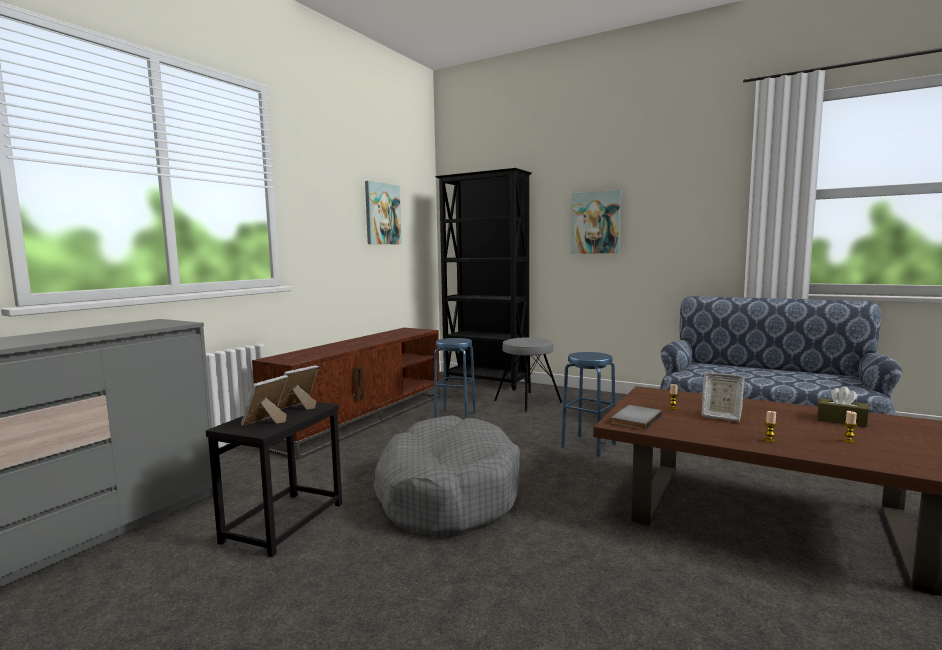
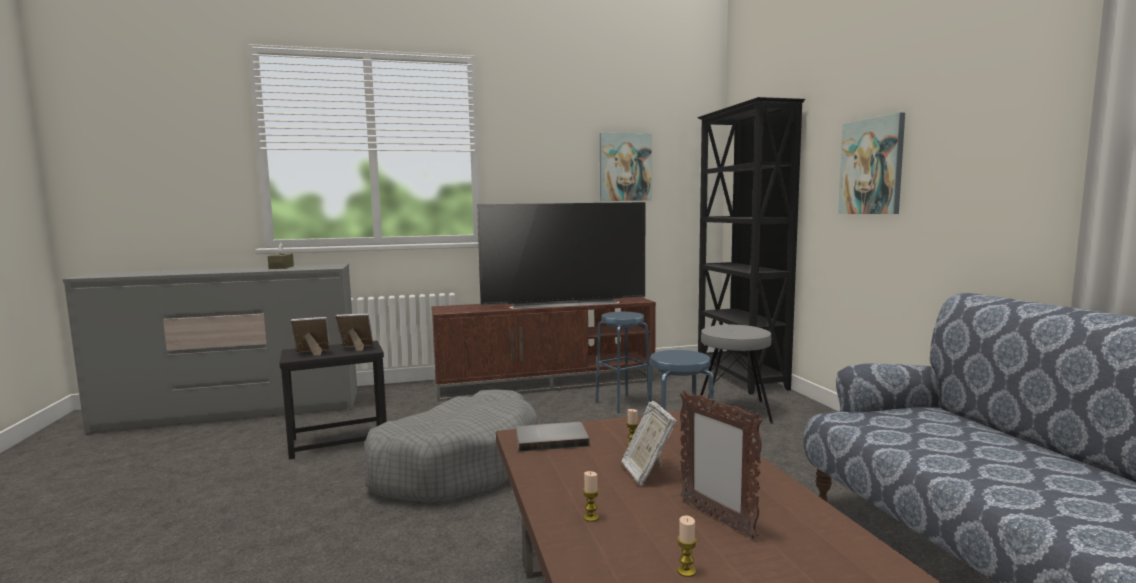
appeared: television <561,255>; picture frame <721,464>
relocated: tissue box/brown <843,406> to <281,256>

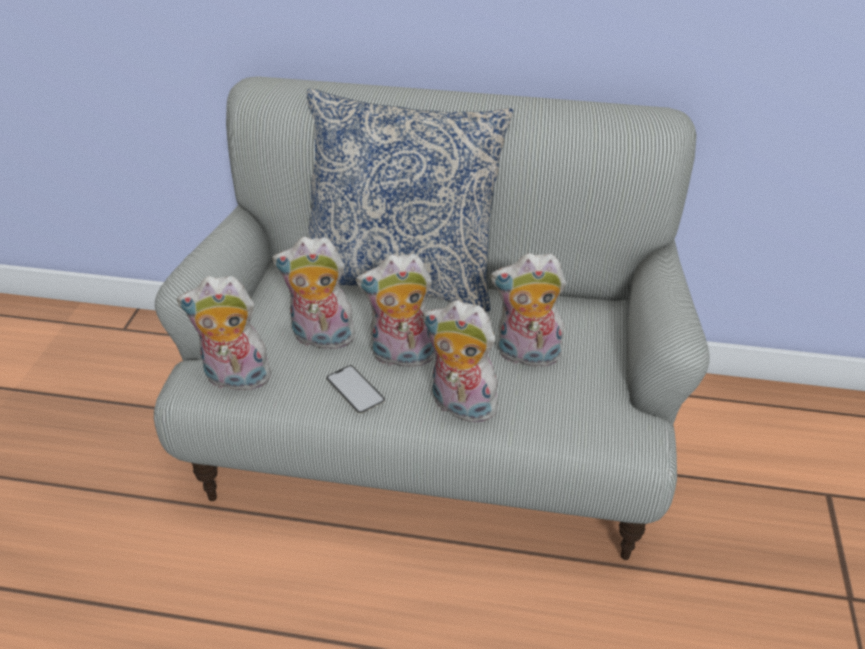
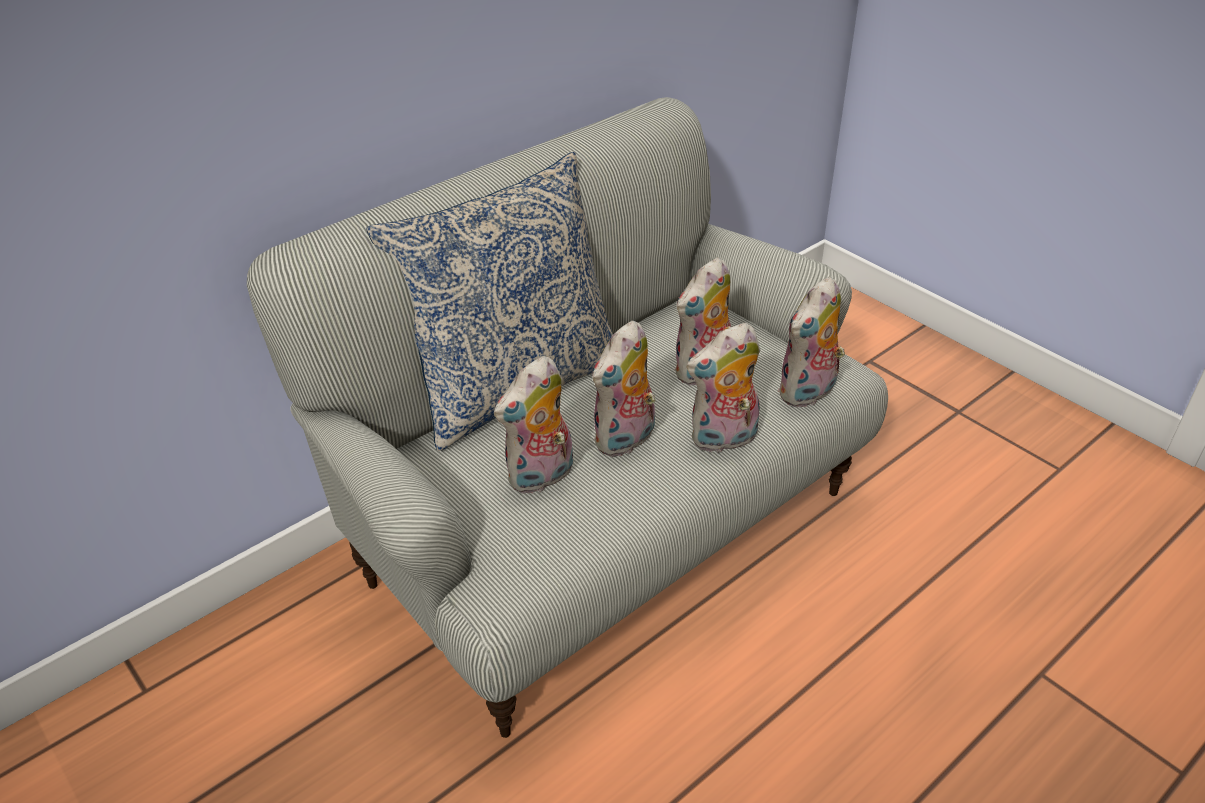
missing: phone <355,389>
relocated: plush toy <225,333> to <811,342>

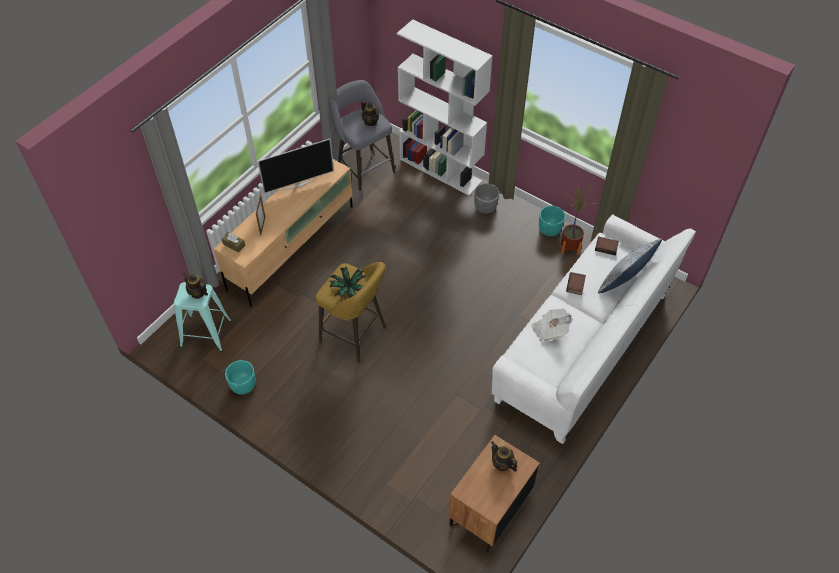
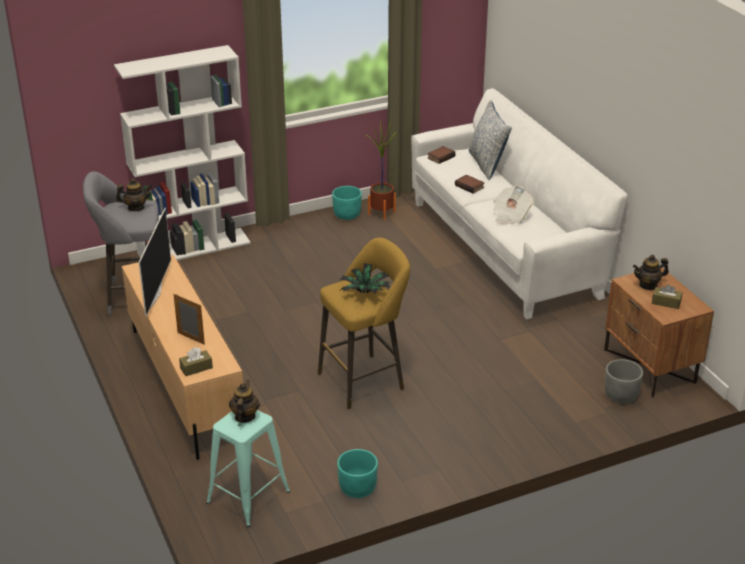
appeared: tissue box/brown <667,296>
relocated: planter/grey <486,198> to <624,381>
spun: teapot <195,286> = <244,401> 120 degrees clockwise

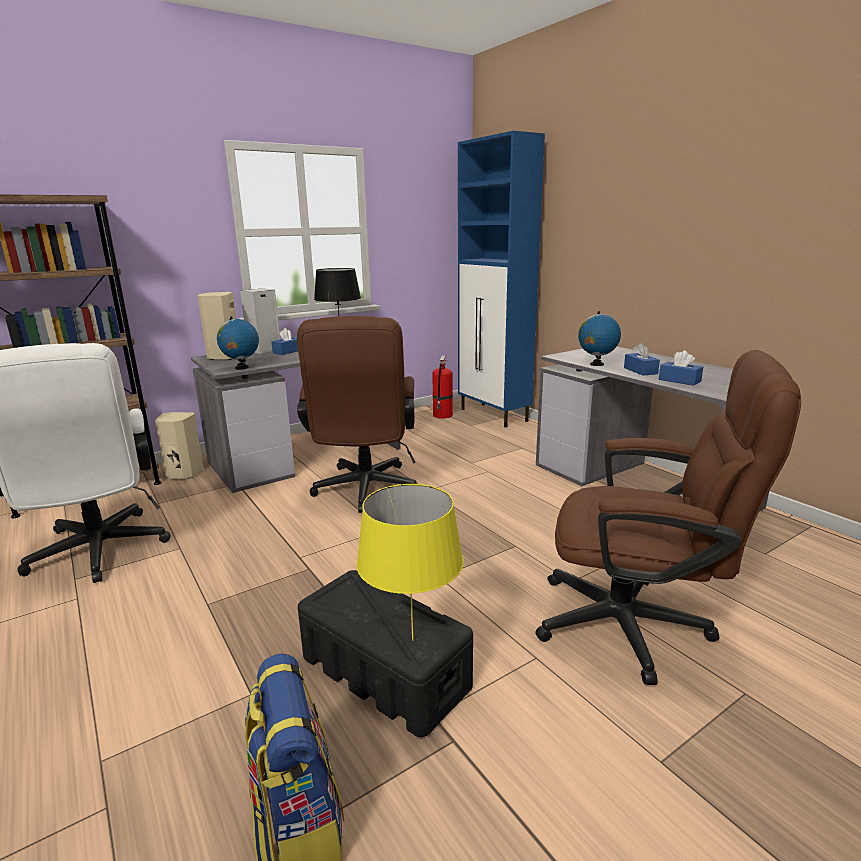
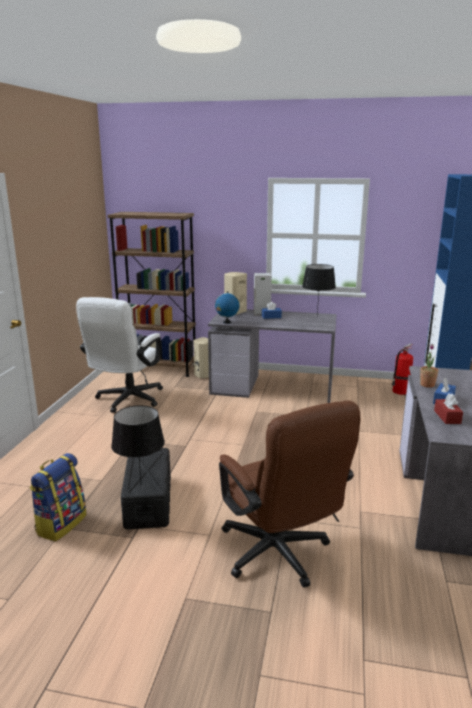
missing: office chair/brown <356,414>
exchanged: globe <599,338> to potted plant <429,366>
colour: table lamp/yellow <410,562> to table lamp/black <138,443>; tissue box/blue <681,368> to tissue box/red <448,408>

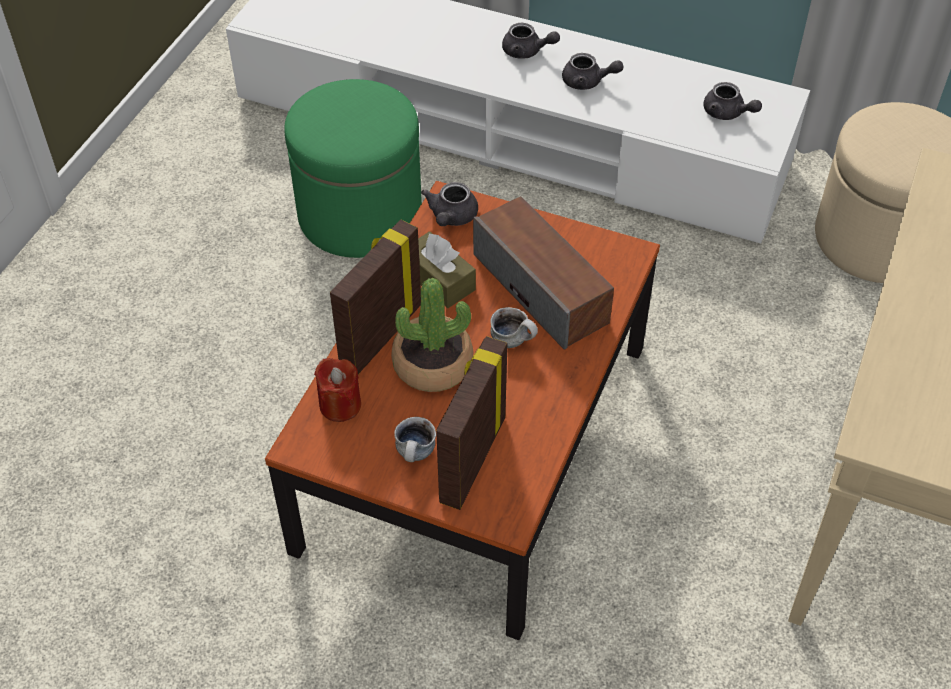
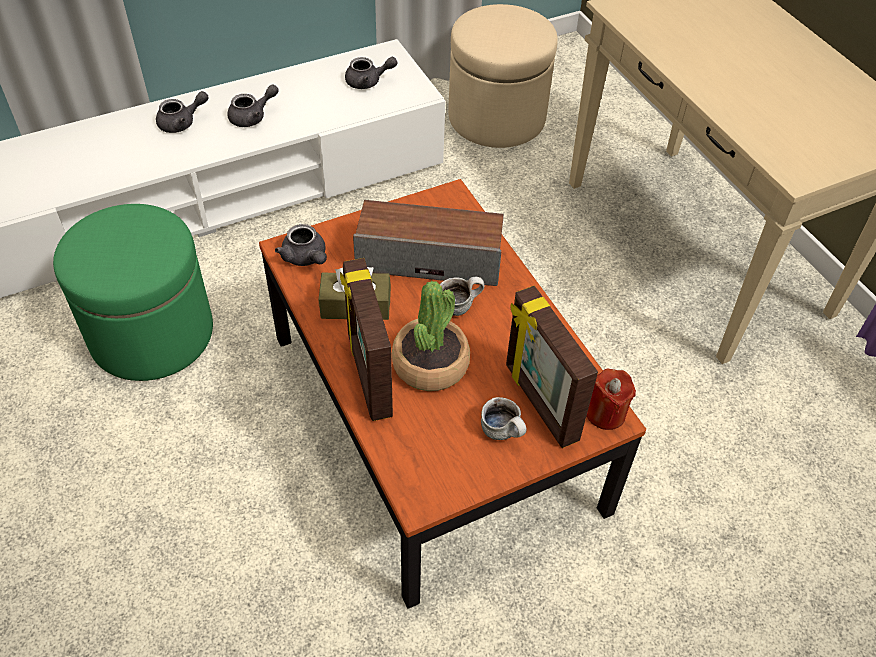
relocated: candle/red <337,390> to <611,399>

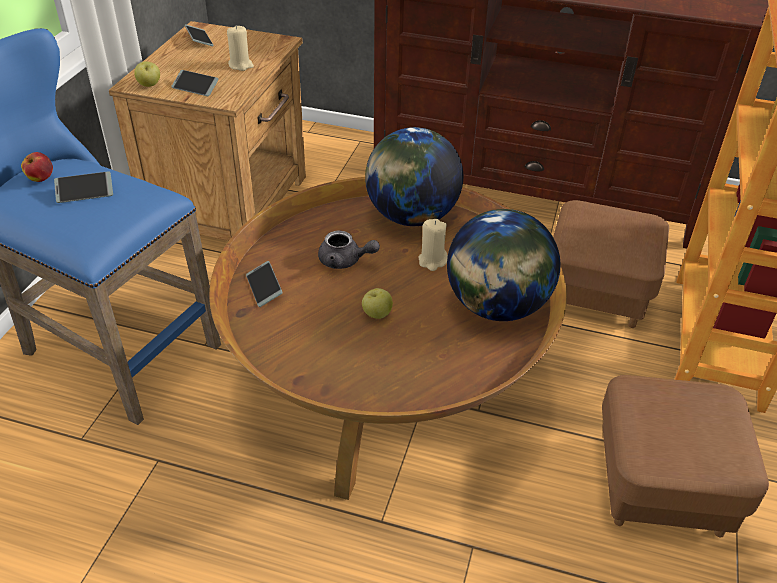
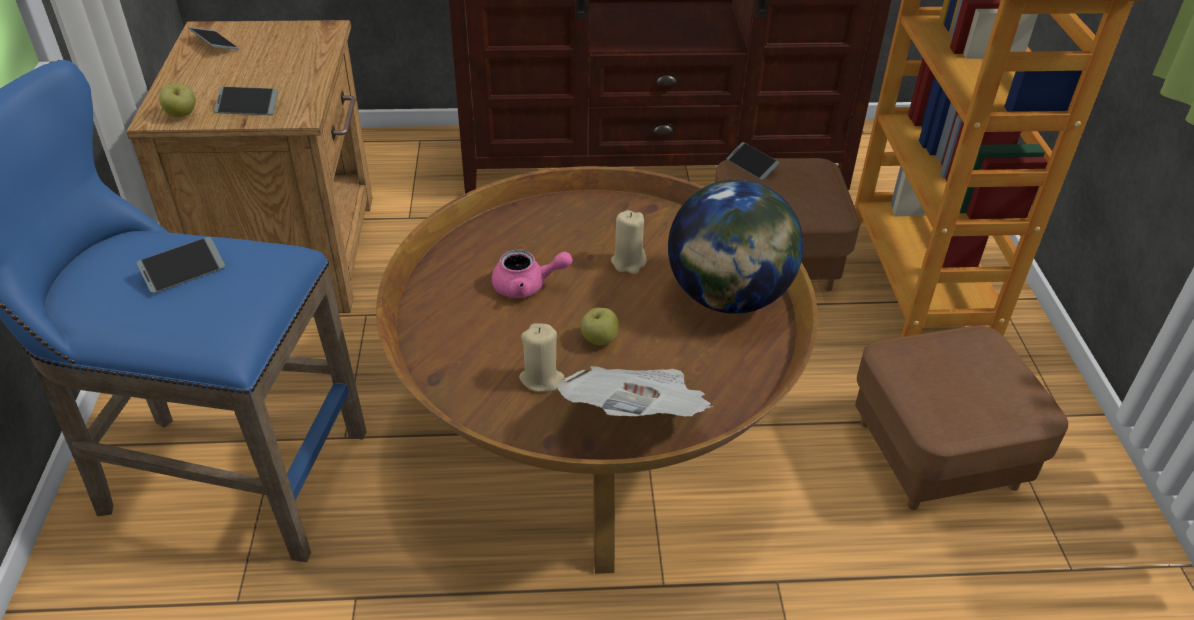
missing: apple <37,167>; globe <414,176>
appeared: newspaper <635,391>
relocated: candle/beige <240,48> to <541,357>; phone <264,284> to <752,161>
colour: teapot/grey <349,250> to teapot/pink <532,273>

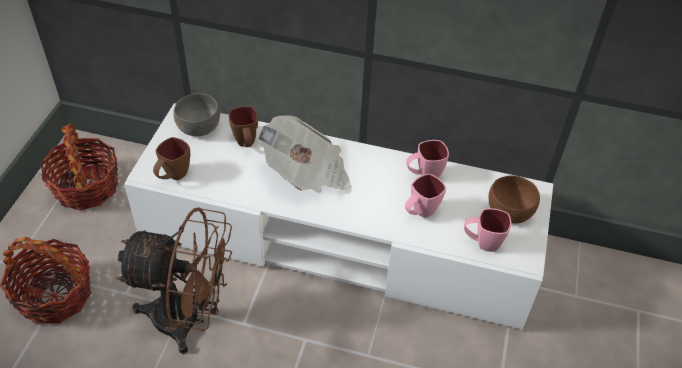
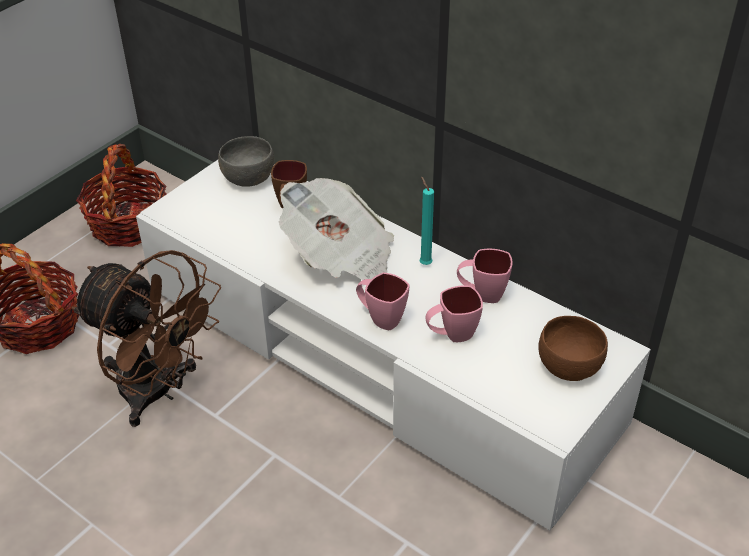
missing: mug/brown <171,158>
appeared: candle/turquoise <426,221>
relocated: mug/pink <487,230> to <382,301>

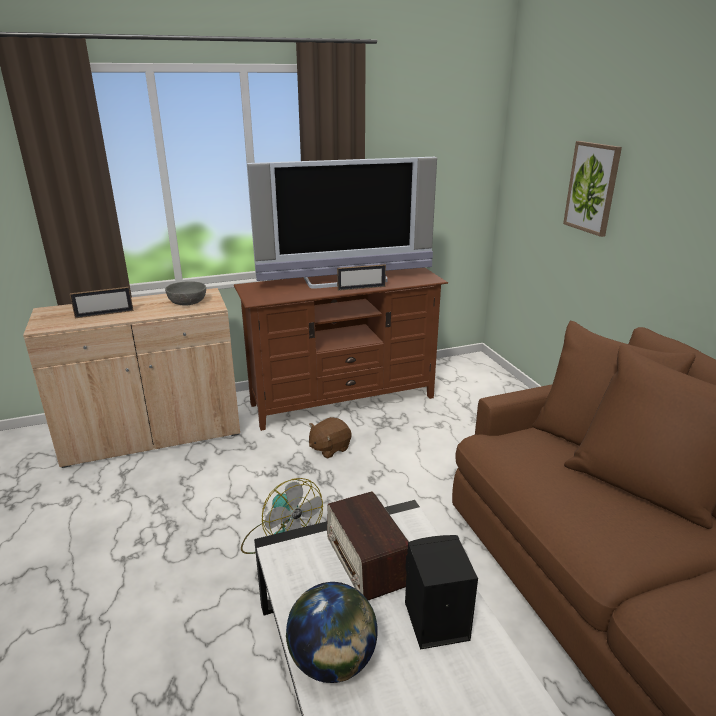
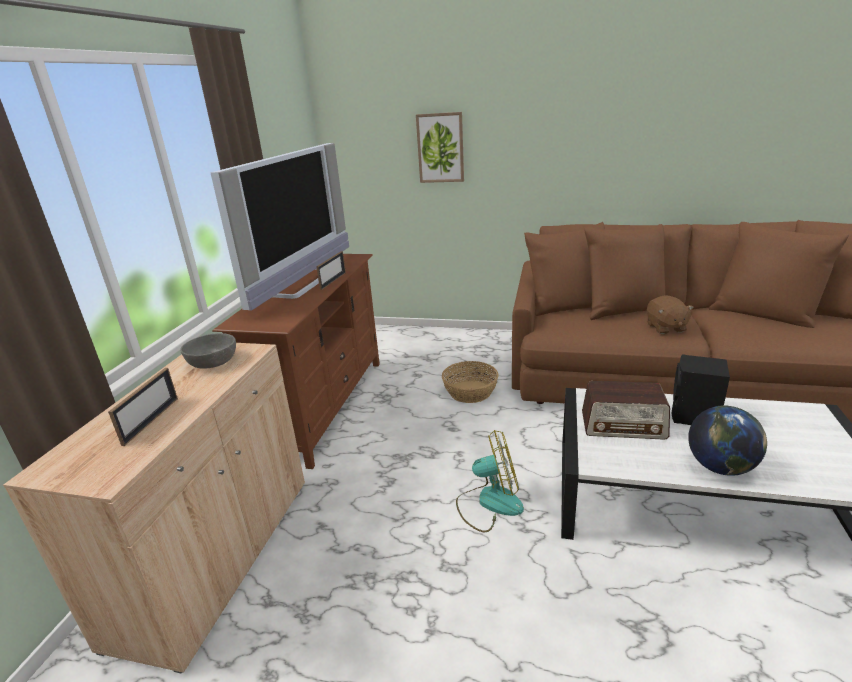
appeared: basket <470,382>
relocated: plush toy/brown <330,437> to <670,314>

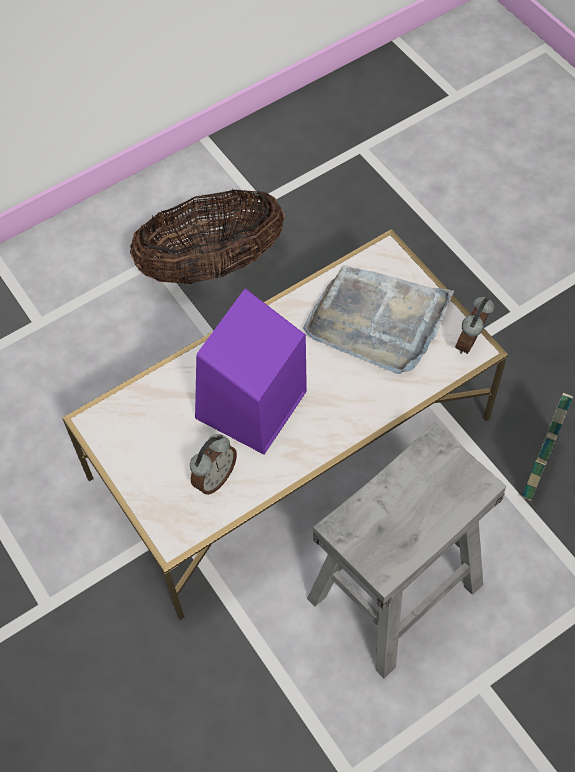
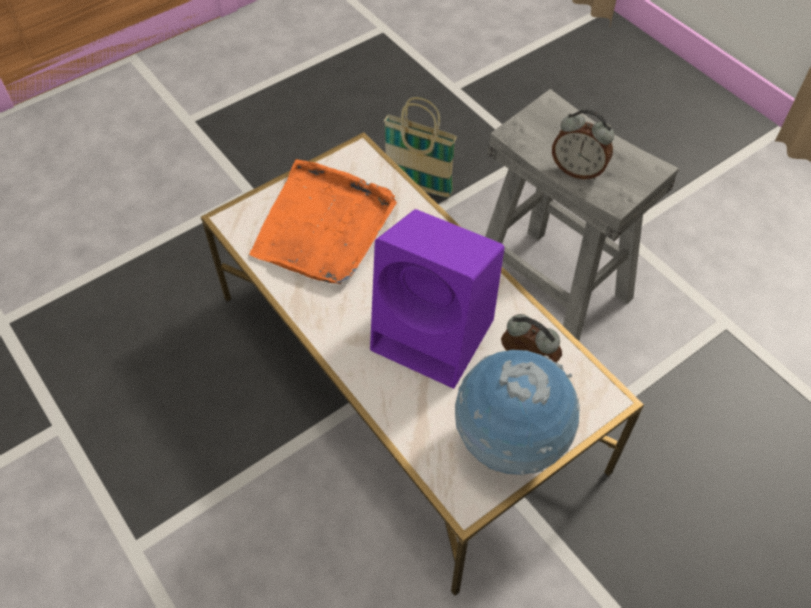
missing: basket <207,236>
appeared: globe <517,413>
relocated: alarm clock <474,325> to <583,144>
colour: tray/grey <378,319> to tray/orange <323,221>

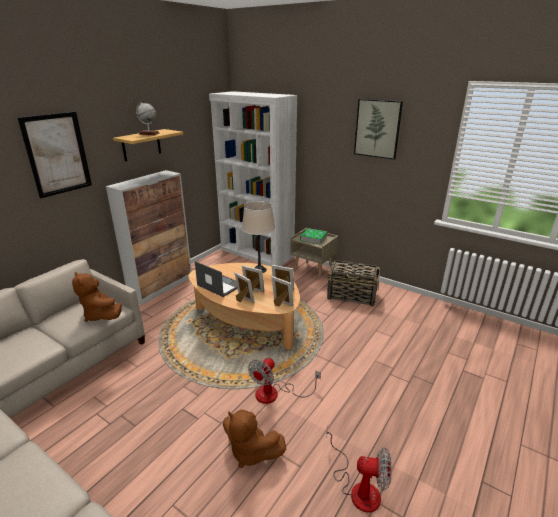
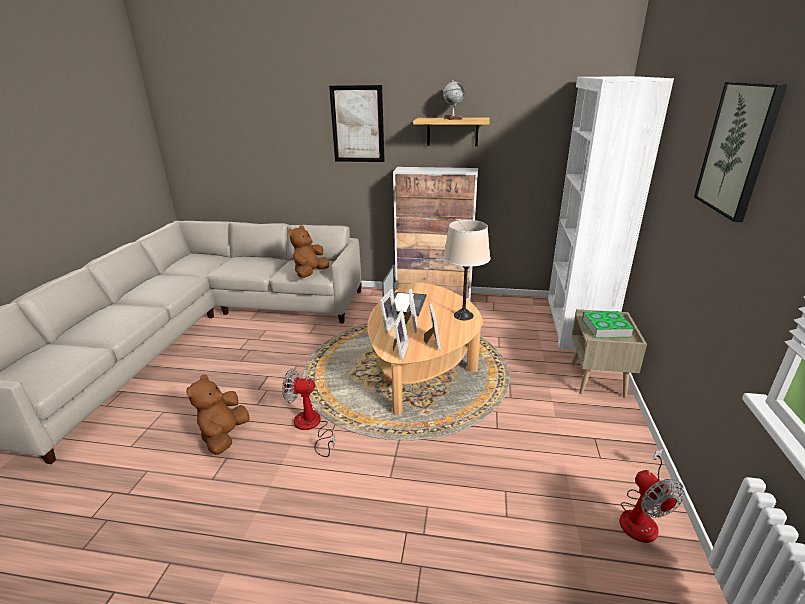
missing: basket <353,283>
relocated: fan <359,472> to <652,496>

